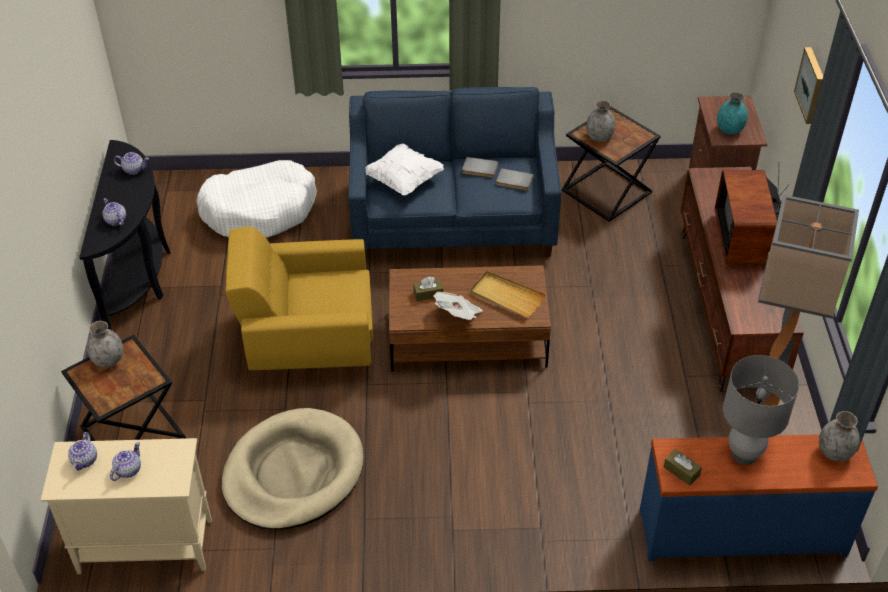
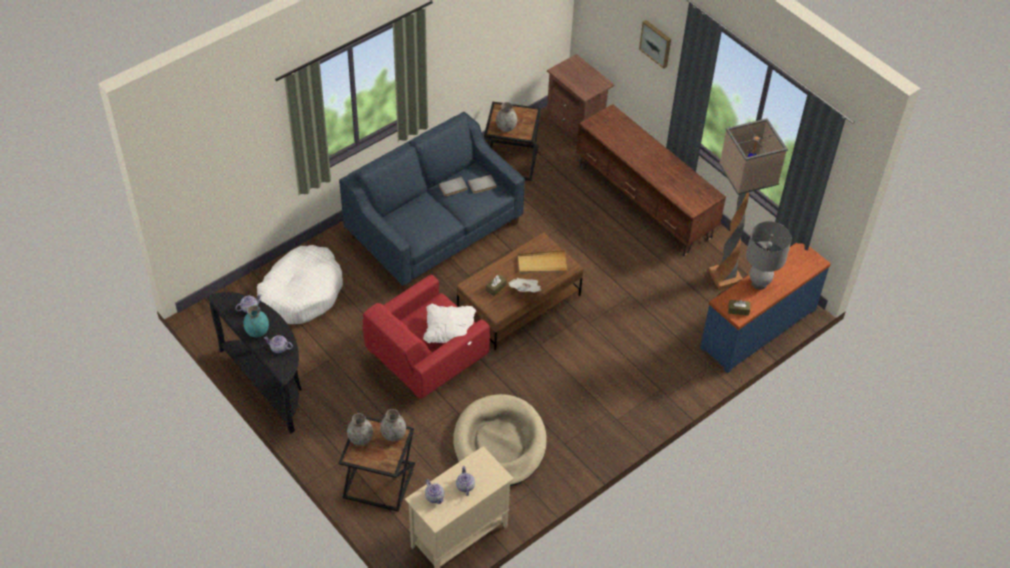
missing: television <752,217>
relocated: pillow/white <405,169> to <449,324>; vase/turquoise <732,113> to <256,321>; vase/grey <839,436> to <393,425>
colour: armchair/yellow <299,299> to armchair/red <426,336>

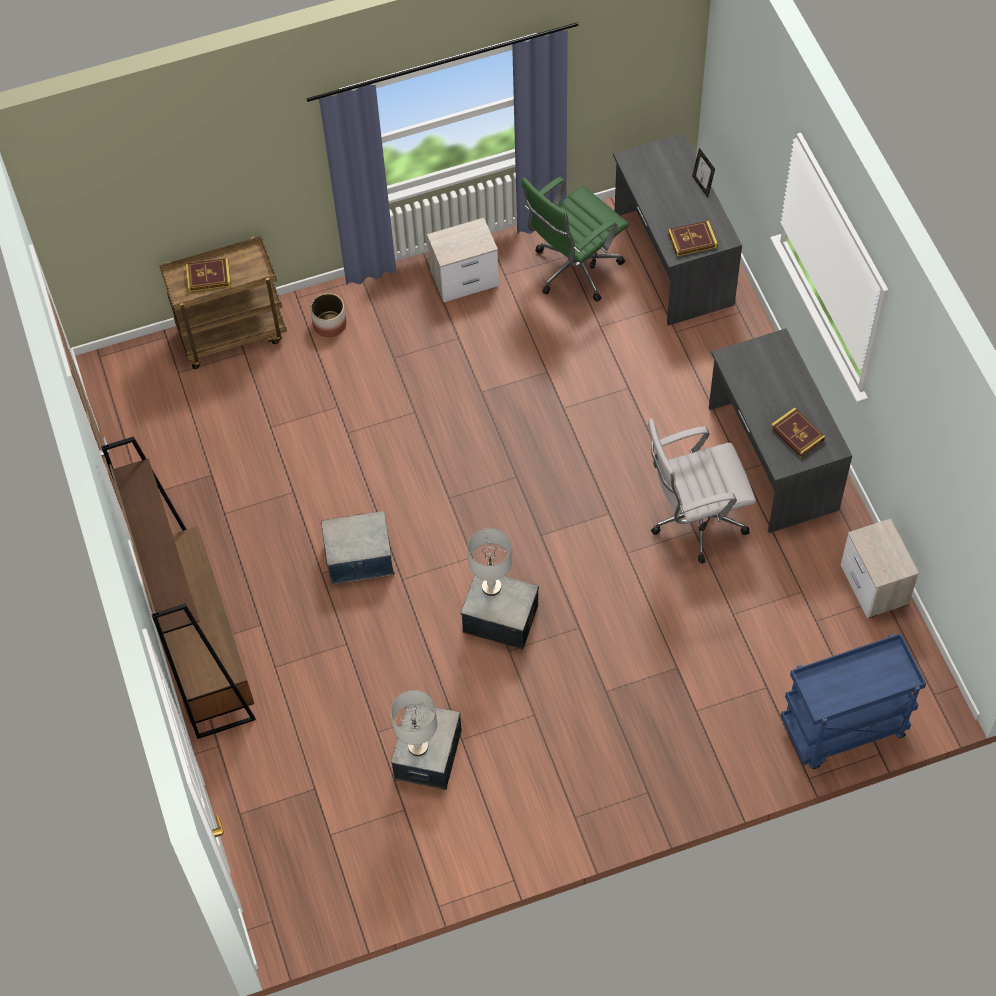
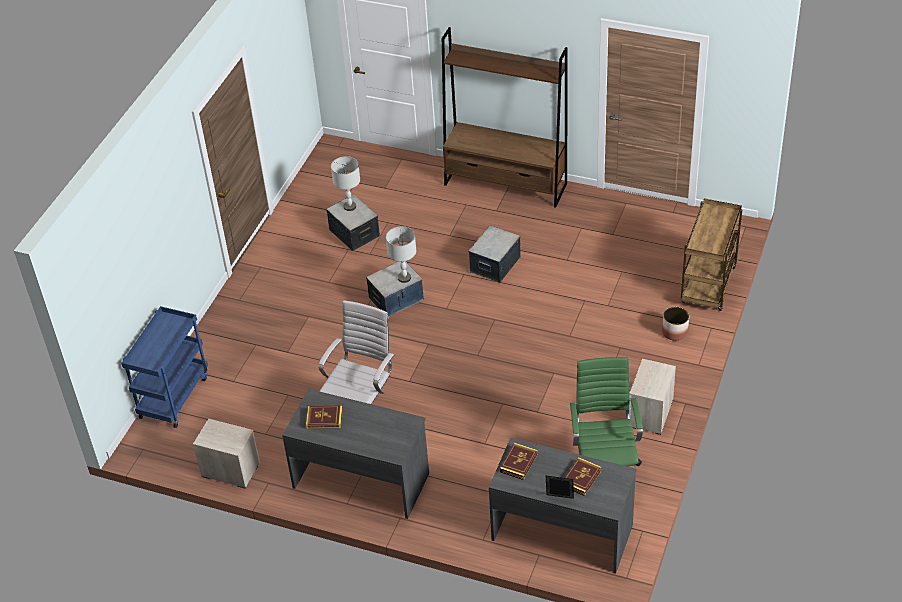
relocated: book <208,275> to <583,476>

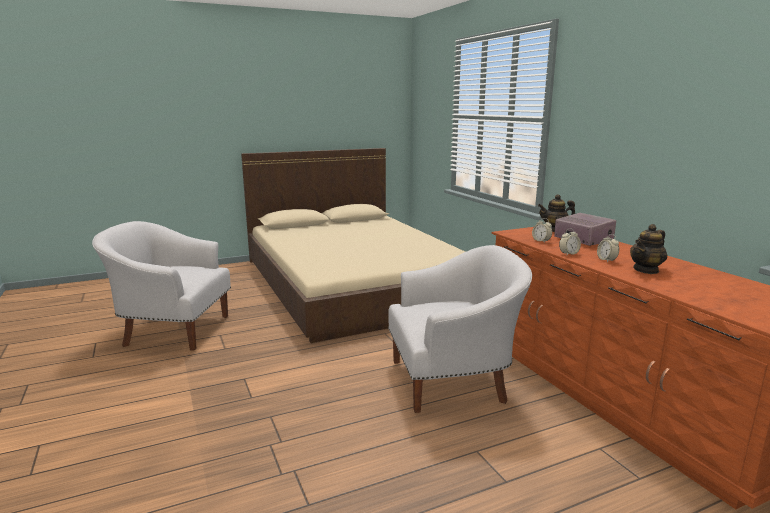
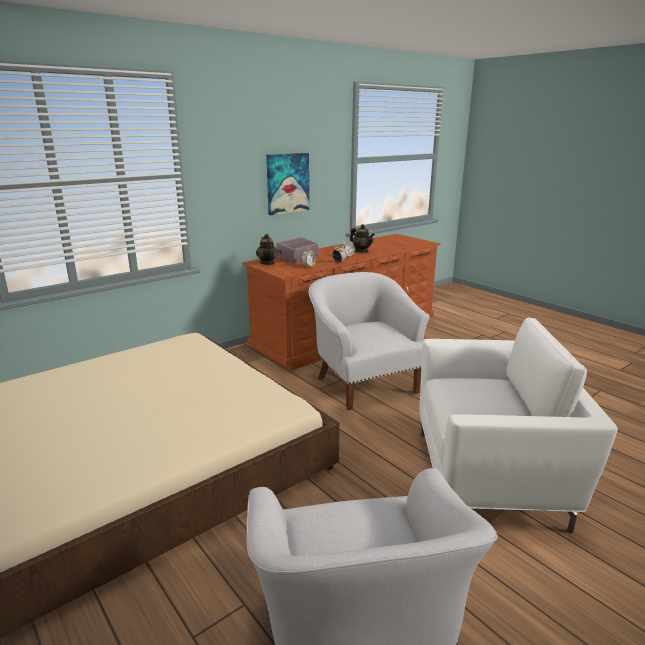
appeared: picture <287,184>; armchair/white <518,425>

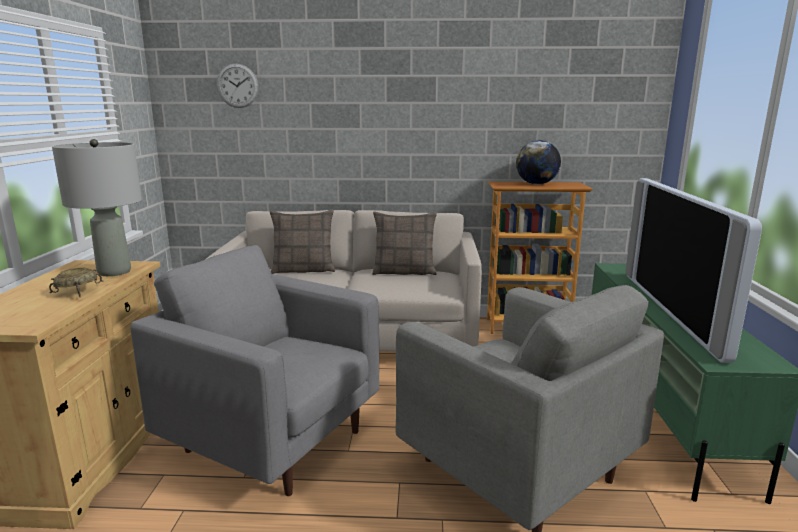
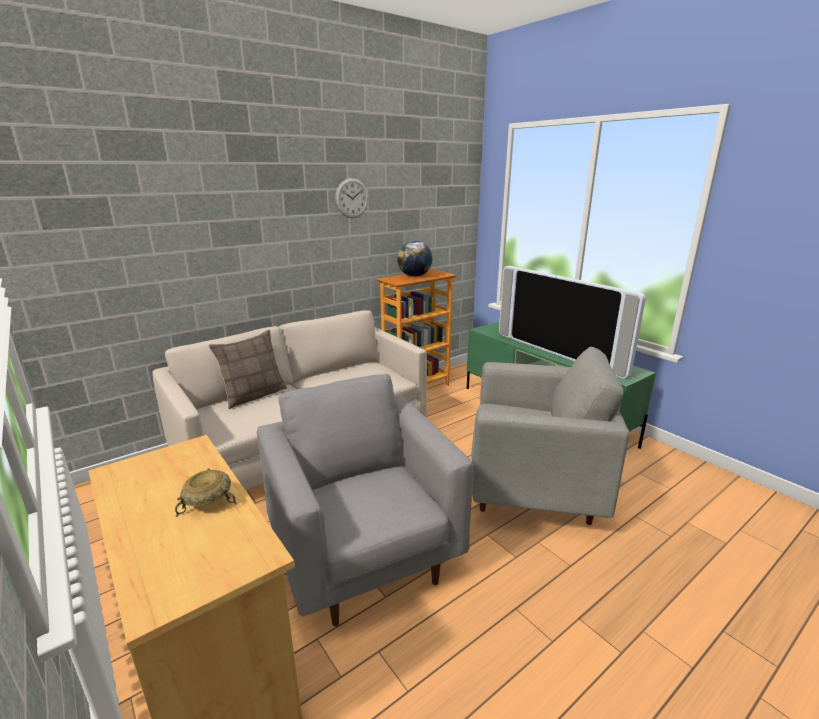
missing: table lamp/grey <97,207>; pillow <404,243>
relocated: wall clock <238,86> to <352,198>
spun: armchair/grey <254,370> = <365,500> 75 degrees clockwise

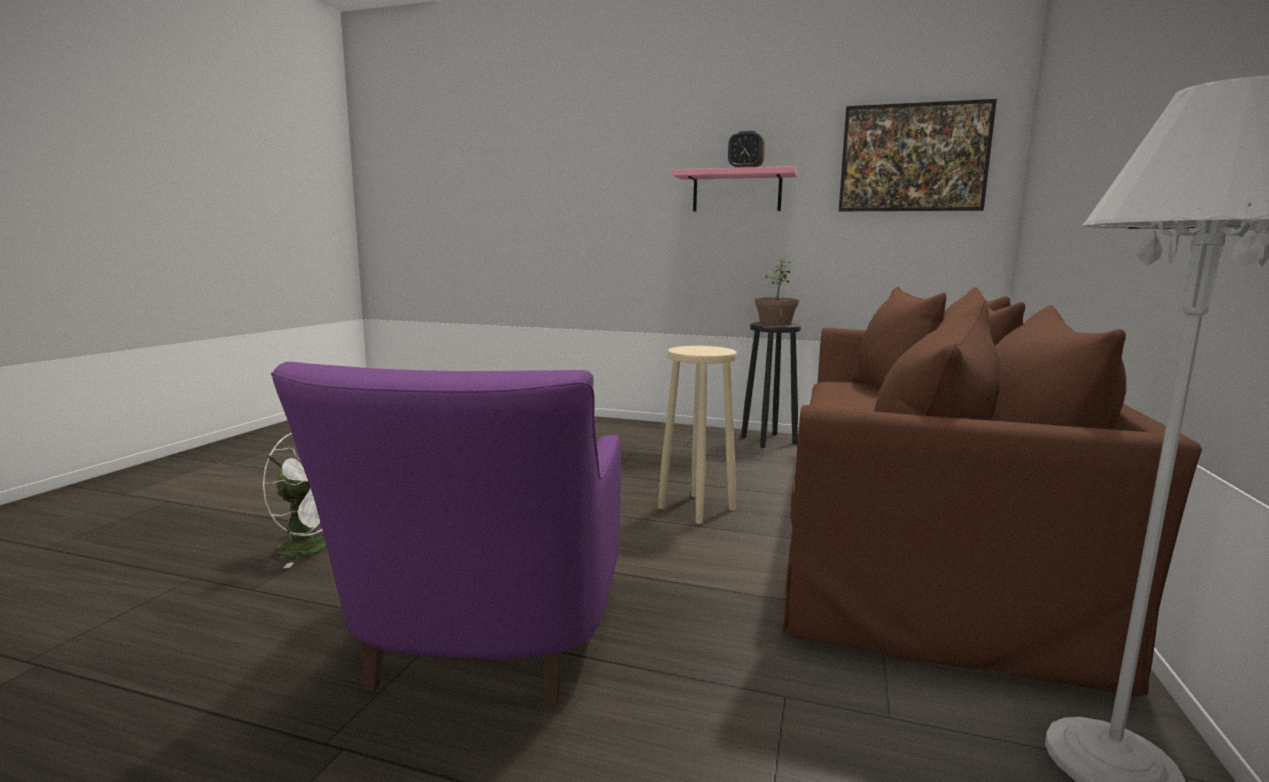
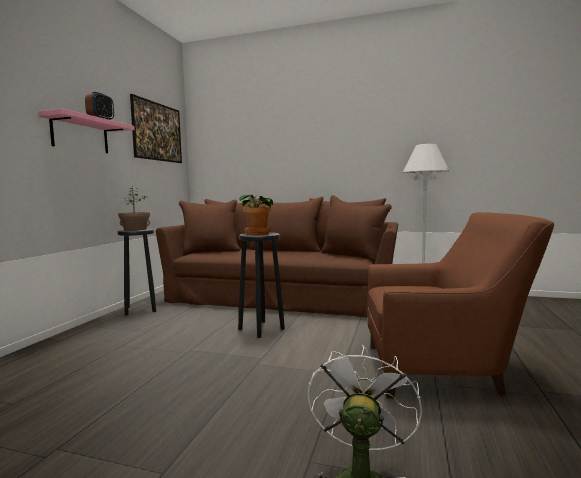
appeared: potted plant <256,215>
colour: armchair/purple <446,533> to armchair/brown <460,305>; stool/beige <697,435> to stool/black <261,285>

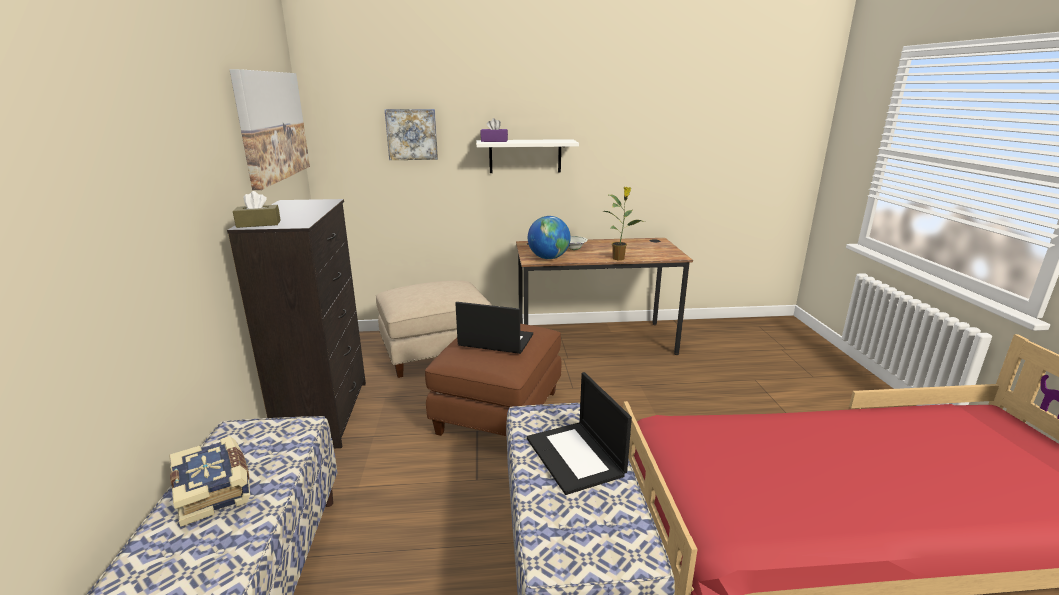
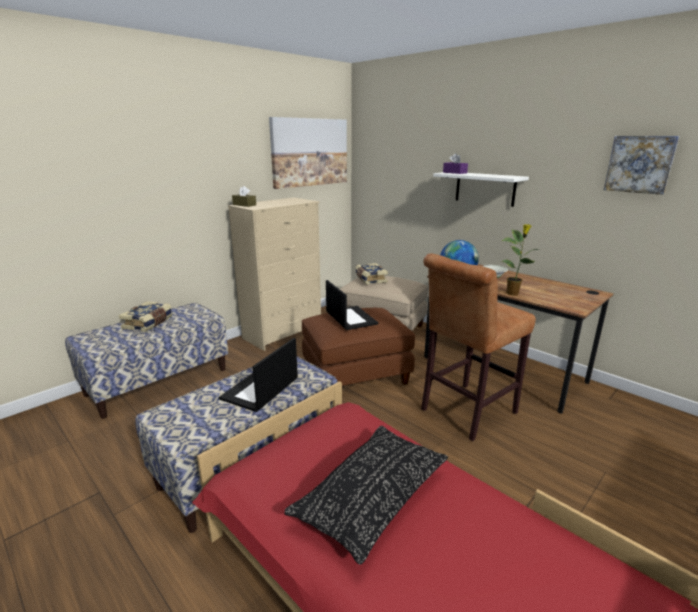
appeared: pillow/black <366,495>; book <372,274>; stool/brown <478,347>
relocated: picture <411,134> to <641,165>
colour: dresser/black <296,323> to dresser/beige <274,274>

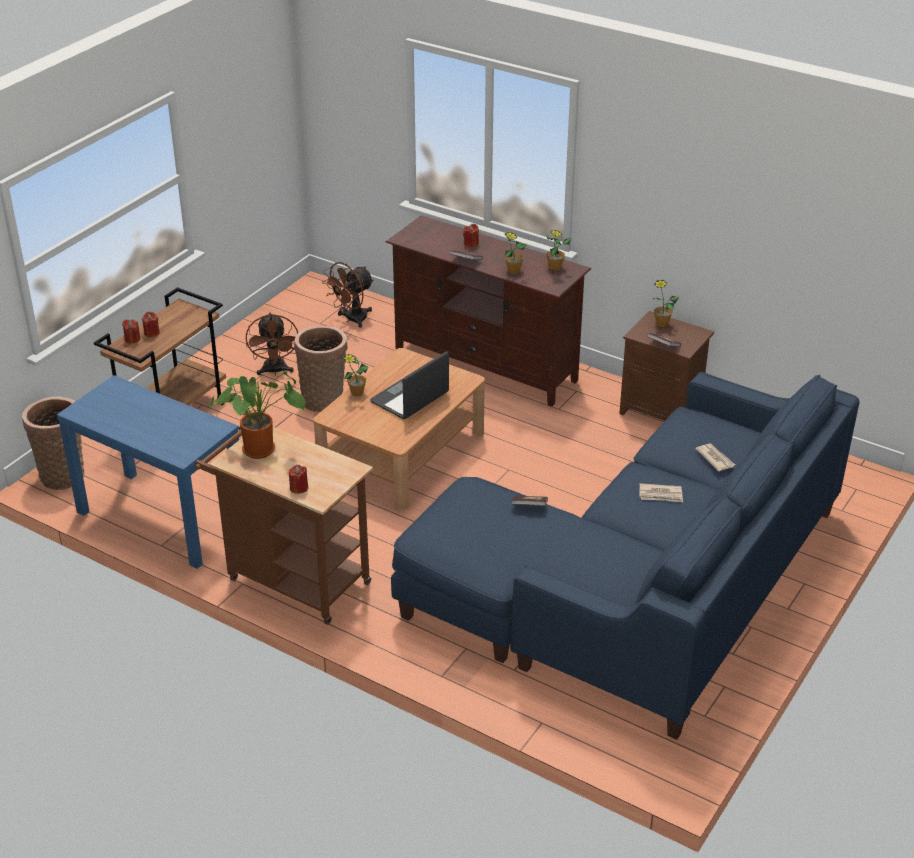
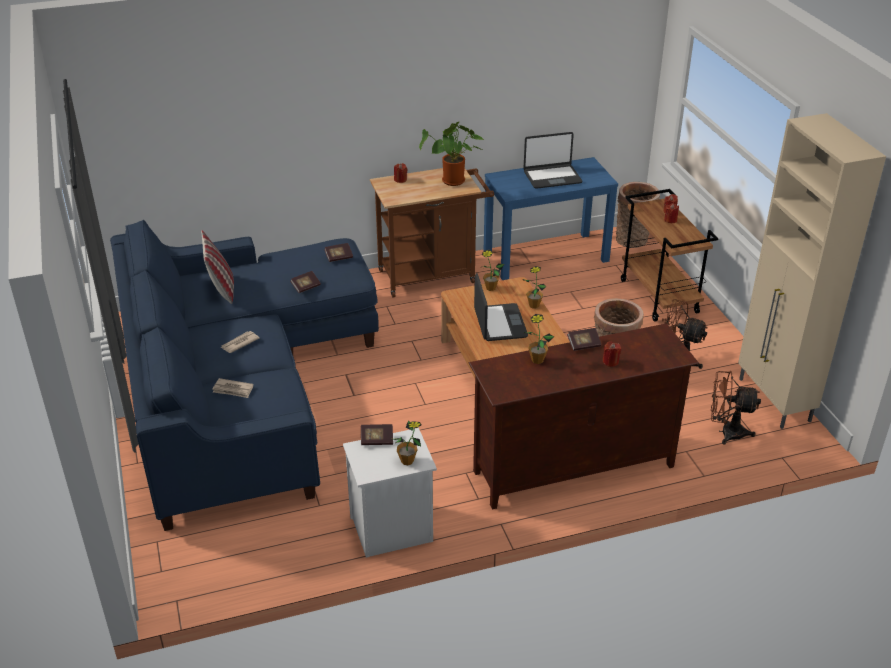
appeared: pillow <217,267>; book <338,252>; laptop <552,160>; cabinet/beige <812,271>
relocated: potted plant <558,250> to <493,270>
colour: nightstand/brown <666,366> to nightstand/white <390,493>
spun: fan/brown <348,295> = <736,407> 75 degrees counterclockwise

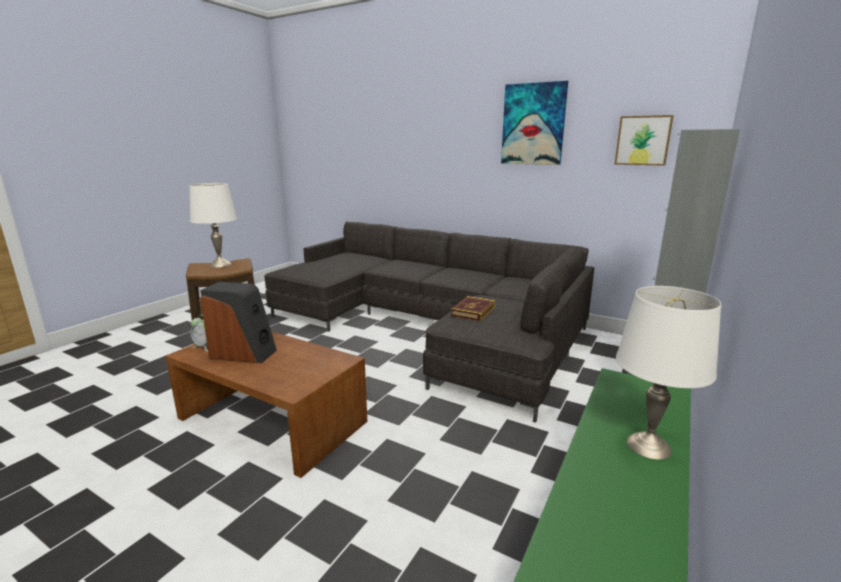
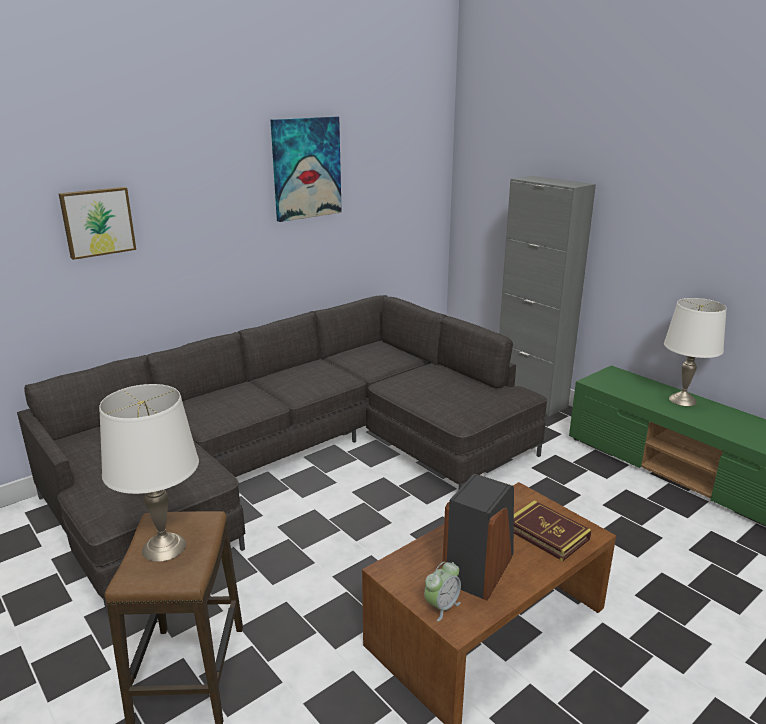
relocated: book <473,308> to <553,530>; picture <644,140> to <97,223>

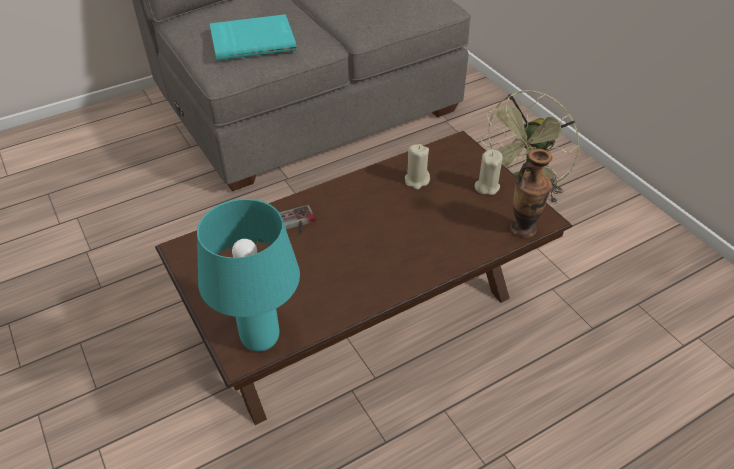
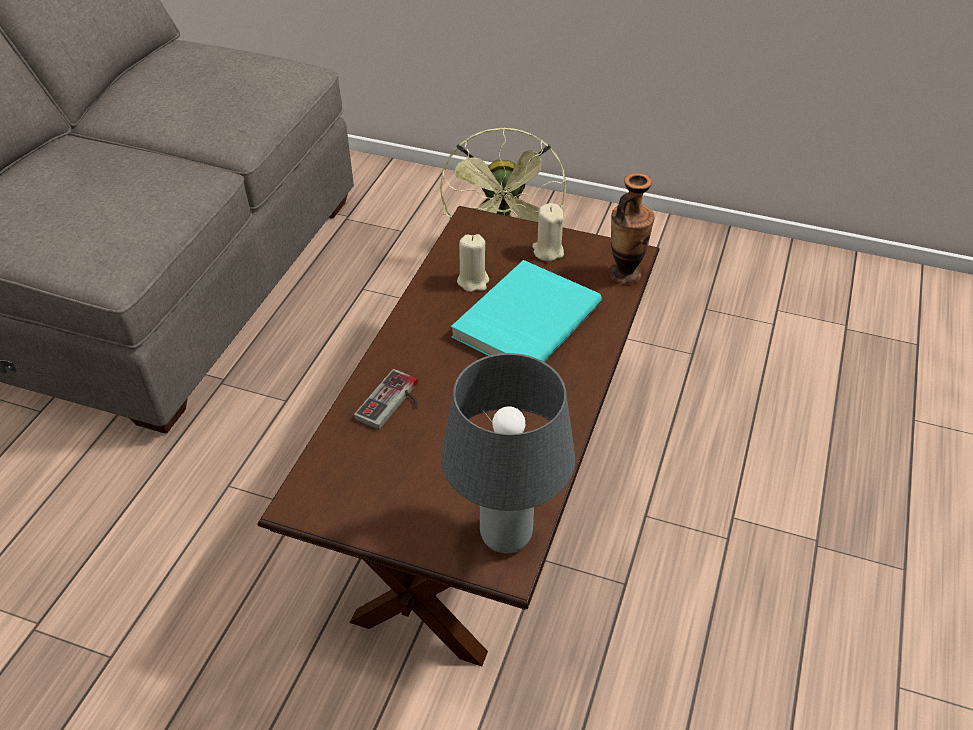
relocated: book/turquoise <253,37> to <526,311>
colour: table lamp/turquoise <248,275> to table lamp/grey <508,453>

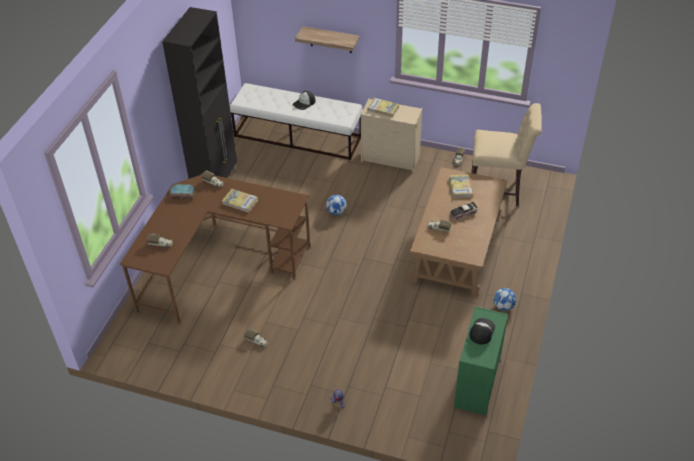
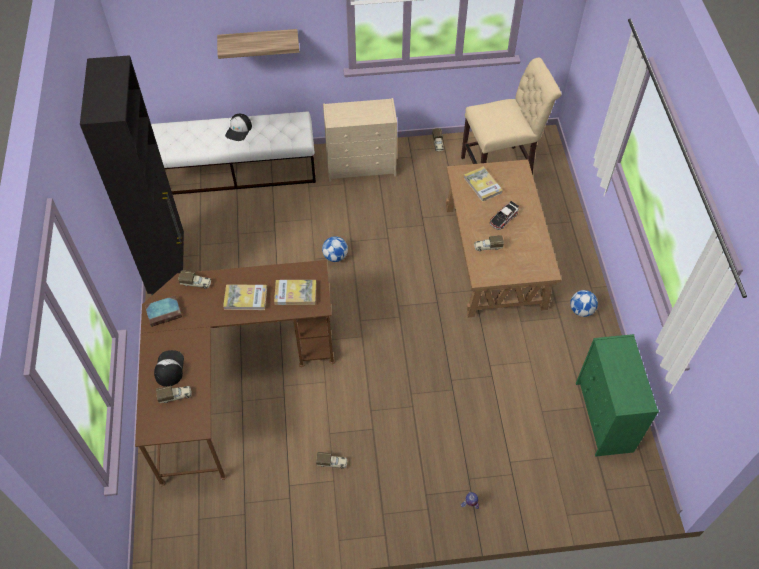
relocated: book <383,107> to <295,292>; cap <482,331> to <169,368>

